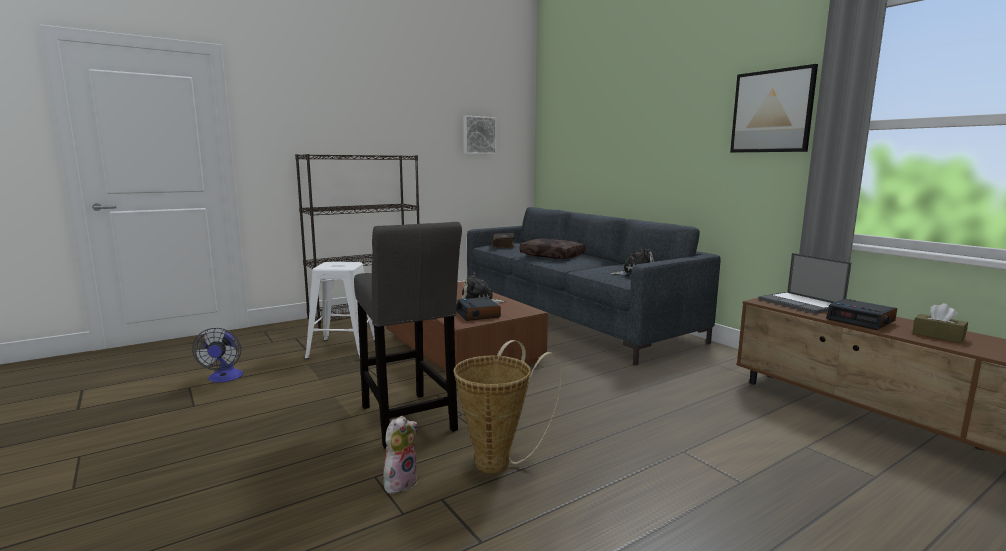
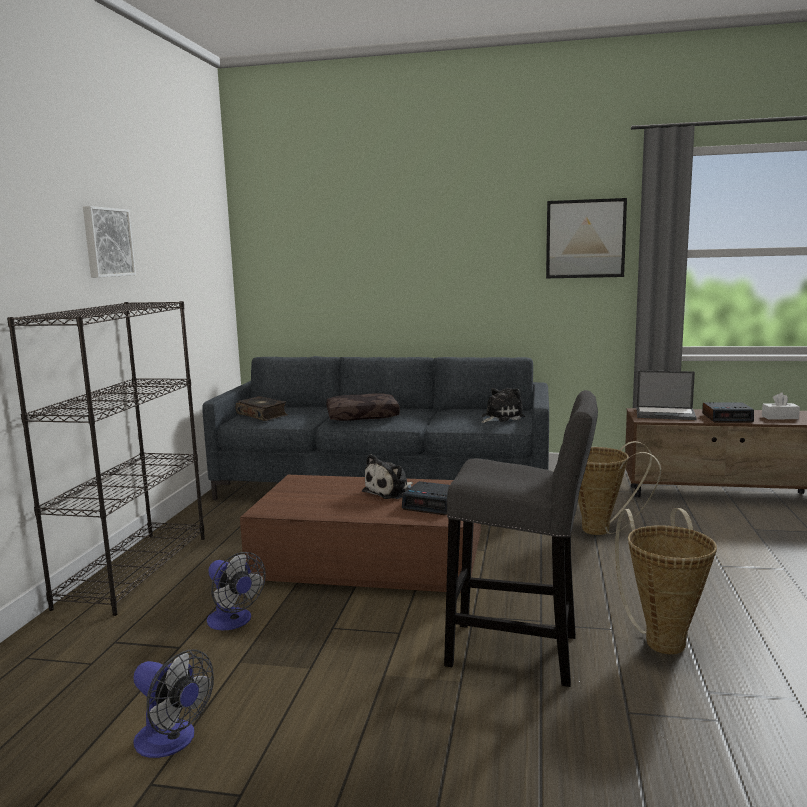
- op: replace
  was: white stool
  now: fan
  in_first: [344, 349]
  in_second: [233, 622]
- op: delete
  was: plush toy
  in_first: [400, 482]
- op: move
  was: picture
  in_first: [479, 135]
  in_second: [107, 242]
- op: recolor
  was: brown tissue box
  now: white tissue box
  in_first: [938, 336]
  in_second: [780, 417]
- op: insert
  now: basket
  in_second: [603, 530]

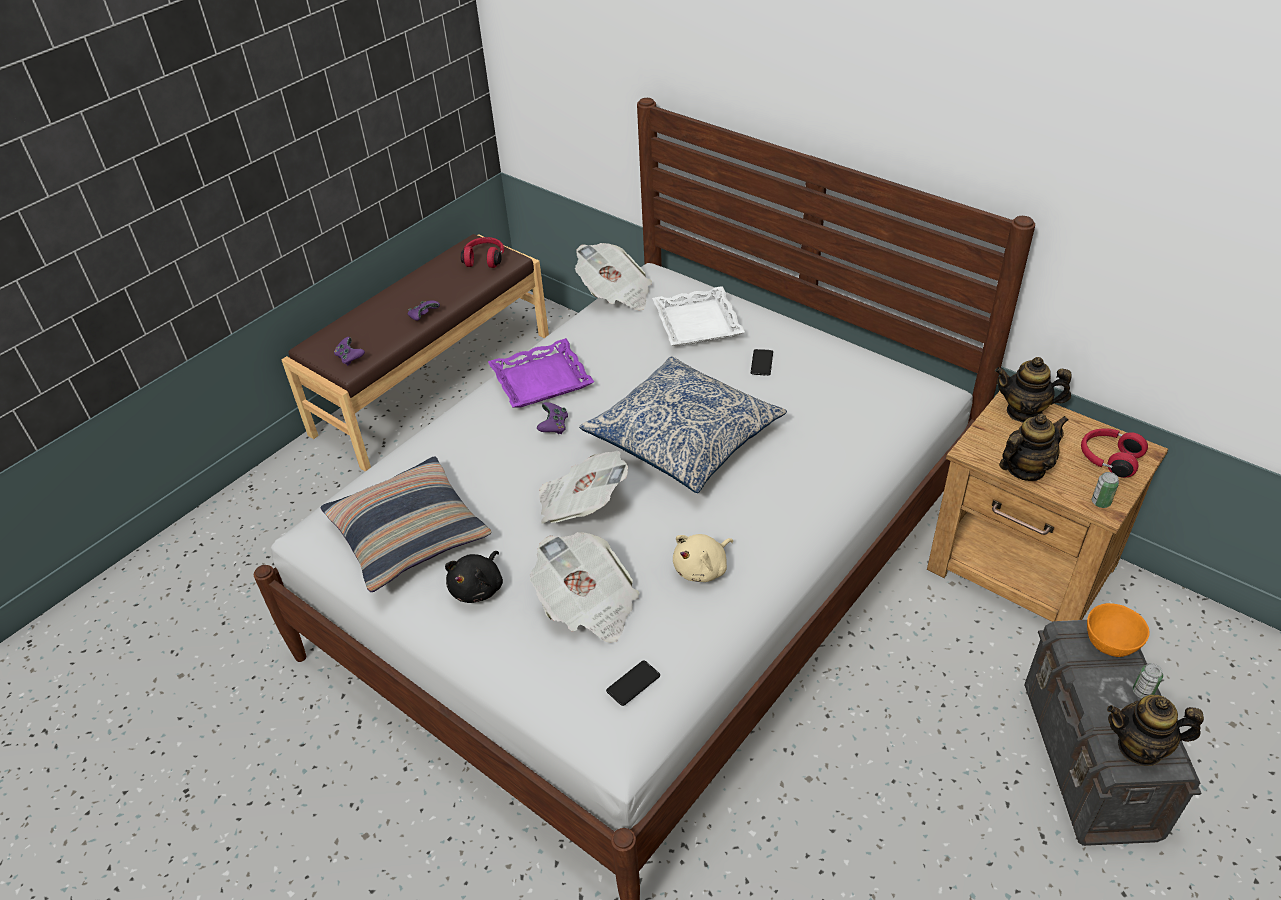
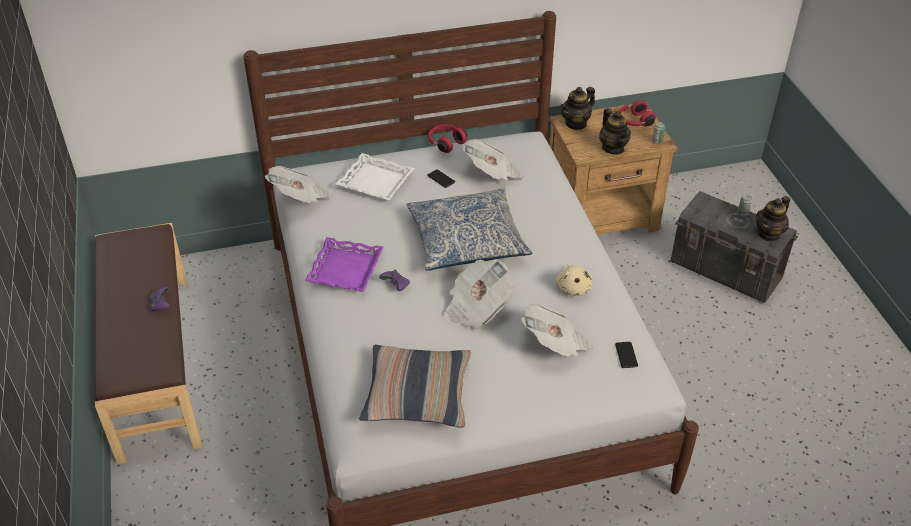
- op: delete
  was: purple game controller
  in_first: [350, 358]
- op: delete
  was: black plush toy
  in_first: [478, 587]
- op: move
  was: red headphones
  in_first: [485, 259]
  in_second: [445, 143]
- op: rotate
  was: teapot
  in_first: [1025, 469]
  in_second: [613, 148]
  clockwise: 150
- op: delete
  was: orange bowl
  in_first: [1111, 644]
- op: insert
  now: newspaper
  in_second: [493, 173]

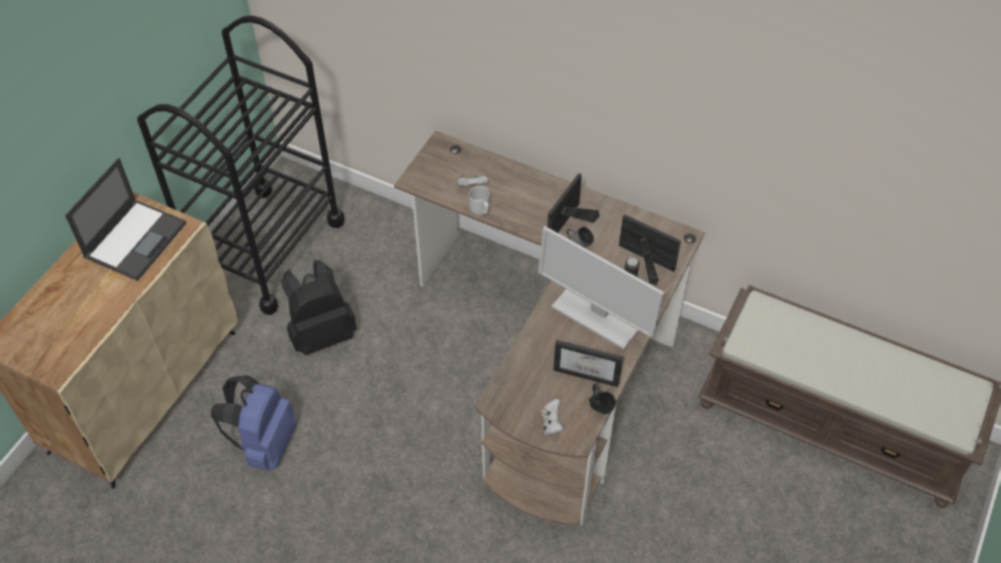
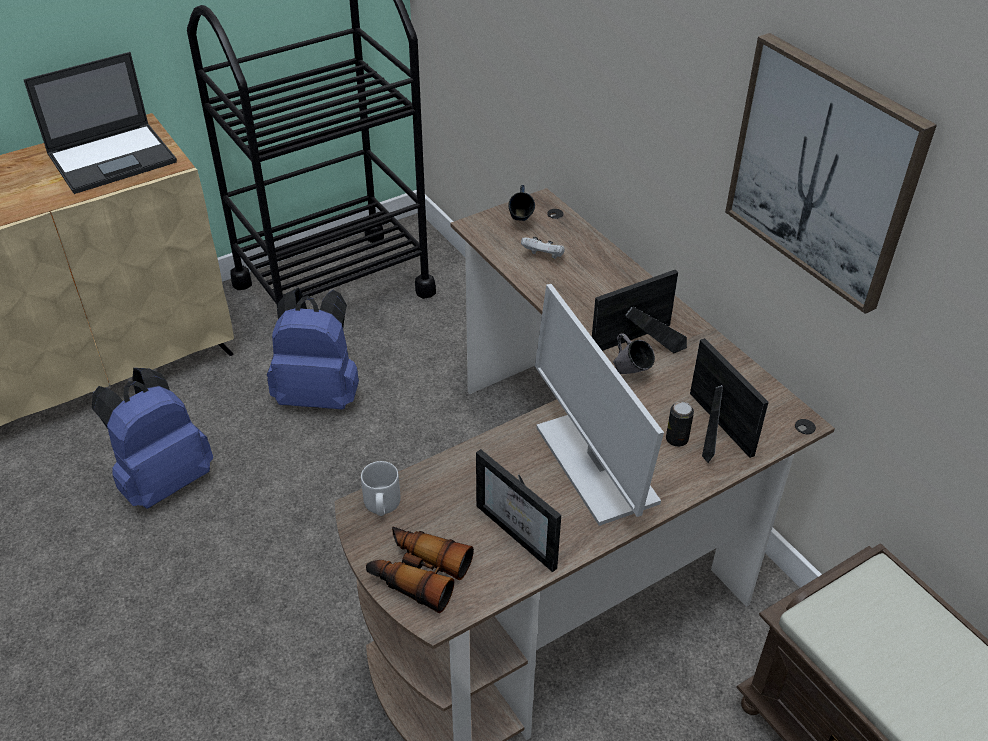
- op: recolor
  was: black backpack
  now: blue backpack
  in_first: [321, 333]
  in_second: [320, 394]
- op: move
  was: grey mug
  in_first: [481, 209]
  in_second: [382, 505]
- op: replace
  was: white game controller
  now: binoculars
  in_first: [551, 423]
  in_second: [418, 574]
- op: move
  was: blue mug
  in_first: [599, 409]
  in_second: [520, 223]
- op: insert
  now: picture
  in_second: [823, 171]

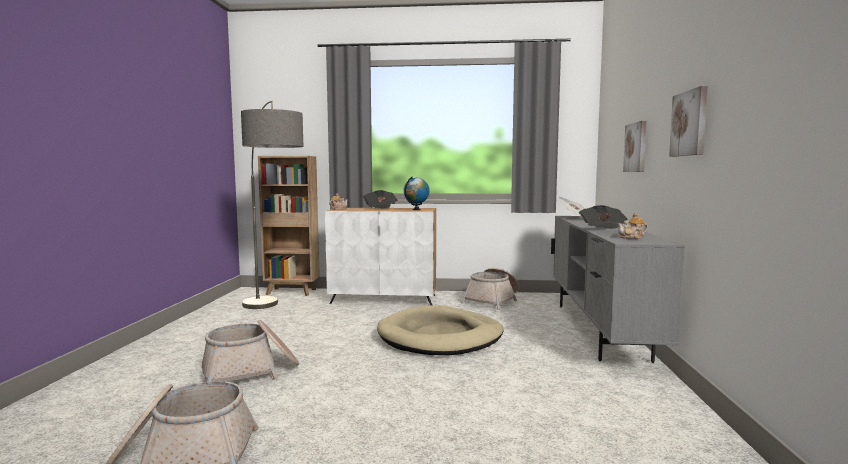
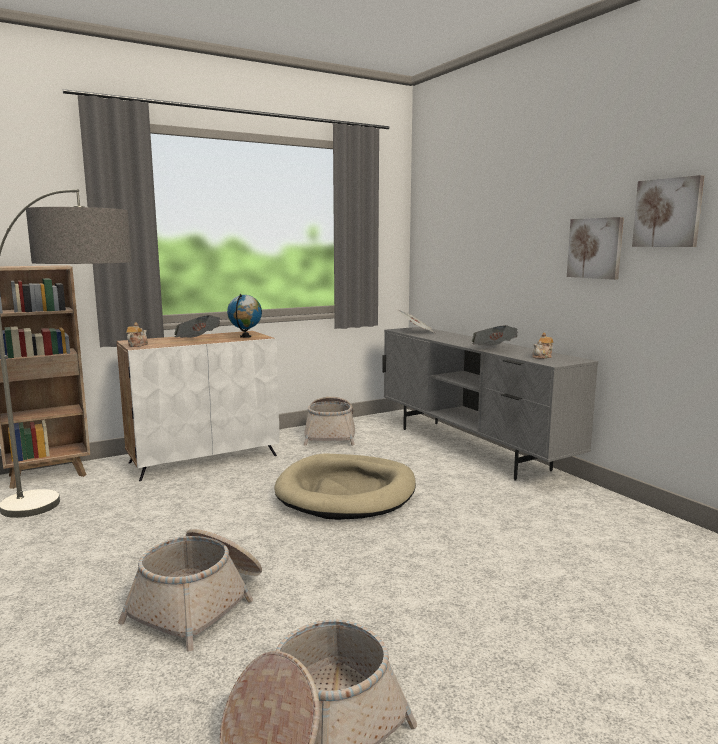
- op: move
  was: picture
  in_first: [636, 147]
  in_second: [668, 213]

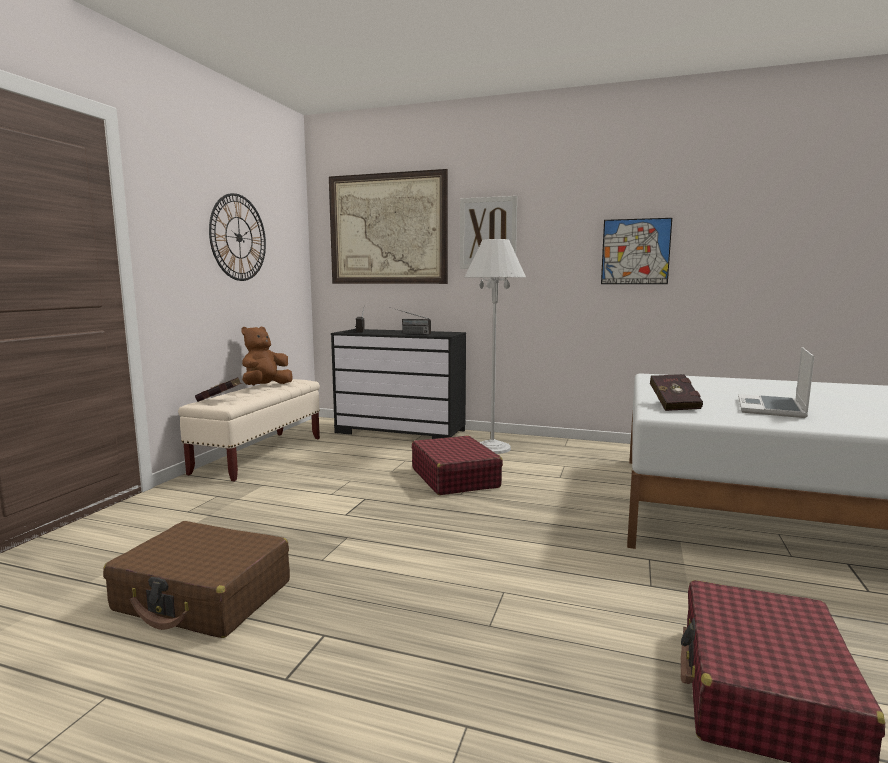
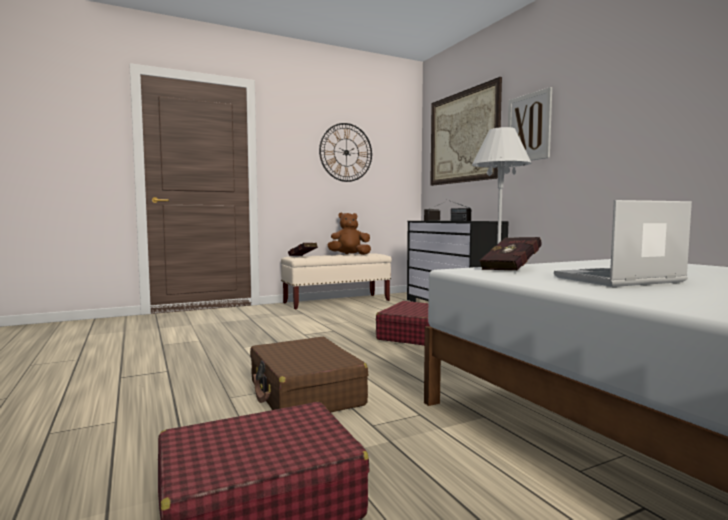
- op: move
  was: brown suitcase
  in_first: [204, 596]
  in_second: [305, 394]
- op: delete
  was: picture
  in_first: [635, 251]

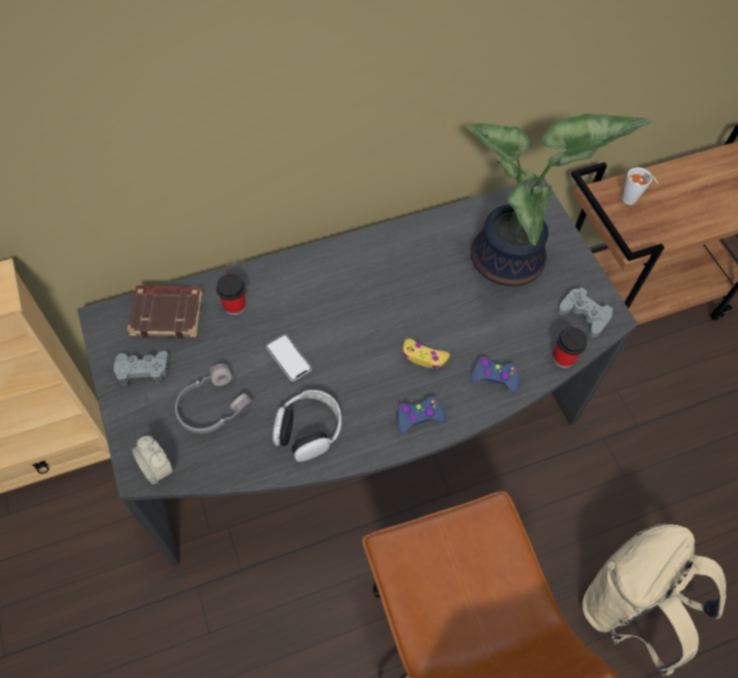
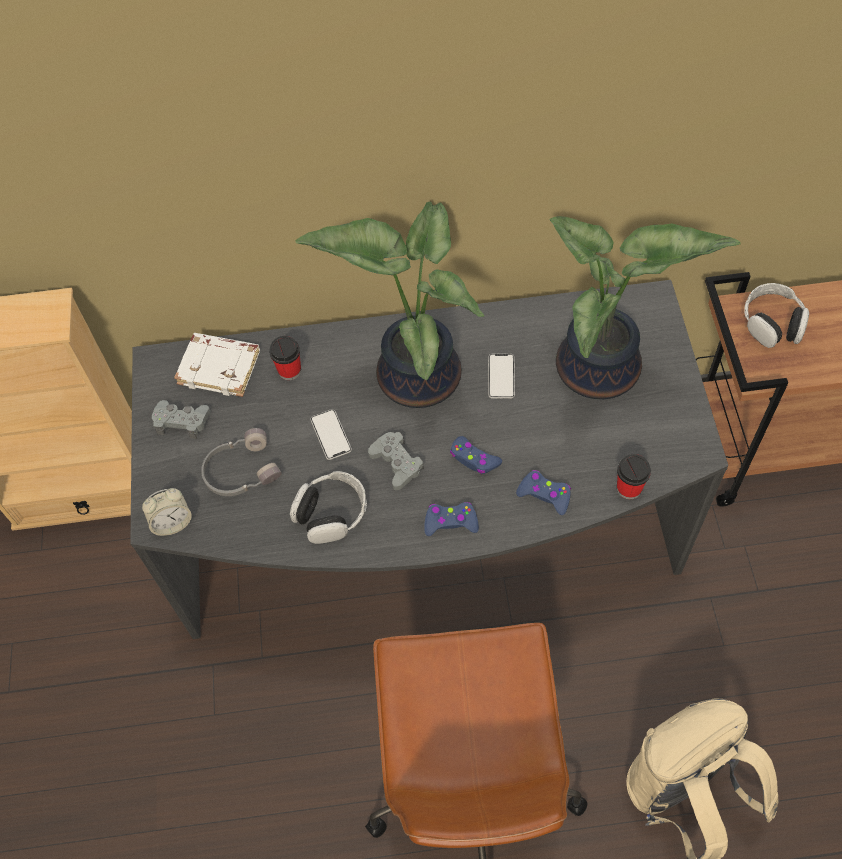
- op: recolor
  was: brown book
  now: white book
  in_first: [168, 313]
  in_second: [220, 367]
- op: rotate
  was: alarm clock
  in_first: [157, 468]
  in_second: [172, 522]
  clockwise: -90
- op: recolor
  was: yellow game controller
  now: blue game controller
  in_first: [424, 357]
  in_second: [474, 459]
- op: move
  was: grey game controller
  in_first: [584, 315]
  in_second: [396, 463]
- op: replace
  was: white cup
  now: headphones
  in_first: [631, 201]
  in_second: [772, 323]
- op: insert
  now: potted plant
  in_second: [415, 374]
- op: insert
  now: phone
  in_second: [501, 376]

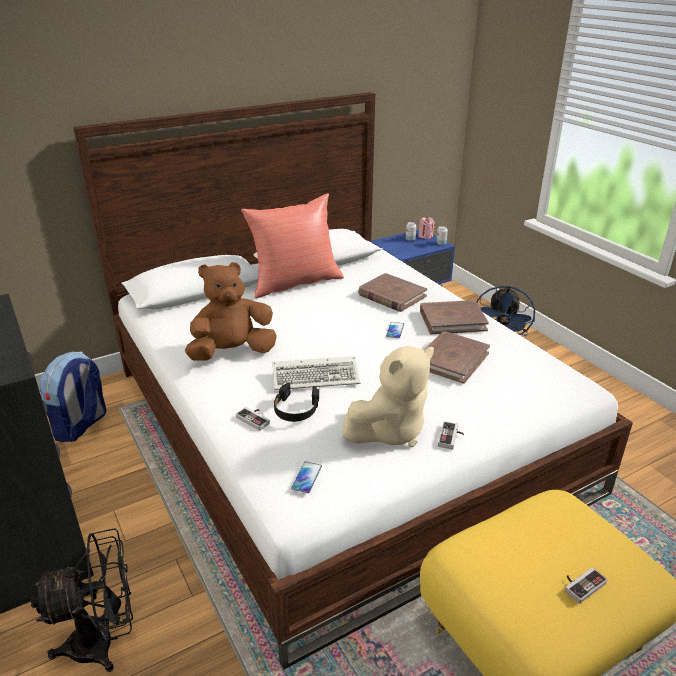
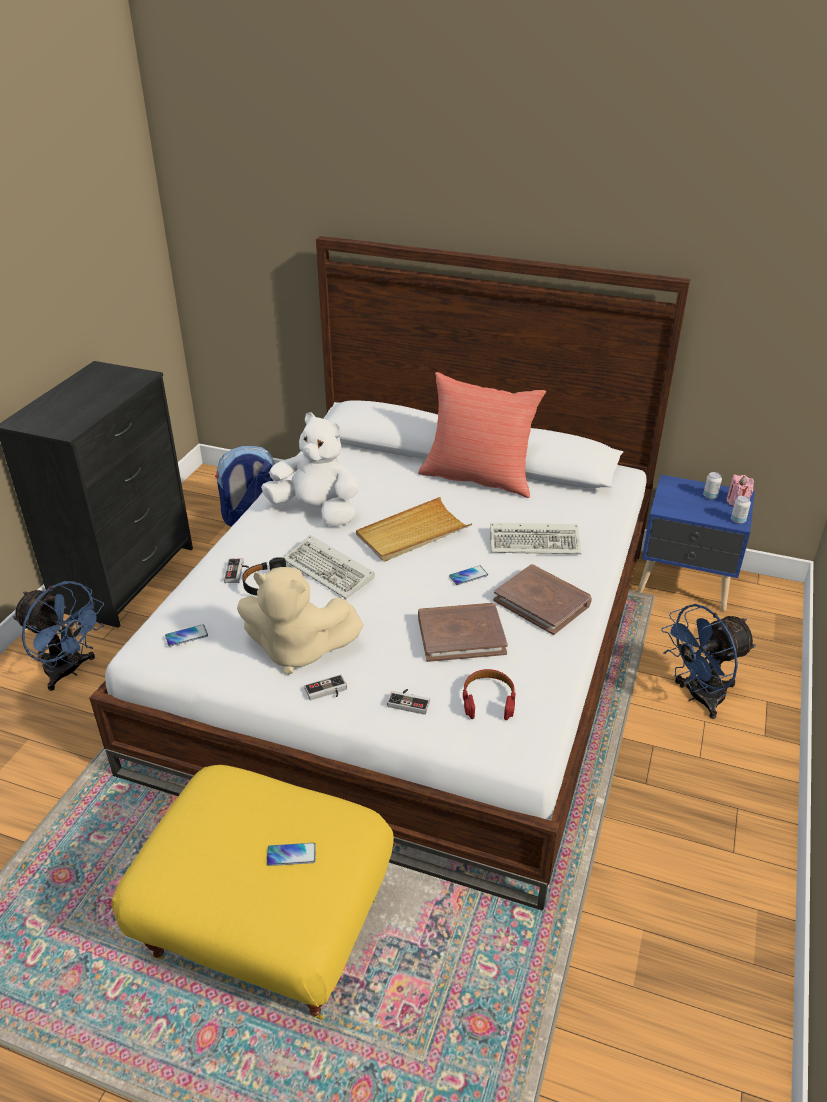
- op: recolor
  was: black fan
  now: blue fan
  in_first: [104, 642]
  in_second: [69, 671]
- op: recolor
  was: brown plush toy
  now: white plush toy
  in_first: [232, 352]
  in_second: [316, 511]
- op: replace
  was: brown book
  now: keyboard
  in_first: [391, 295]
  in_second: [536, 542]
- op: move
  was: game controller
  in_first: [581, 584]
  in_second: [409, 701]
- op: insert
  now: phone
  in_second: [291, 855]
- op: insert
  now: beige tray
  in_second: [412, 533]
- op: insert
  now: red headphones
  in_second: [488, 699]

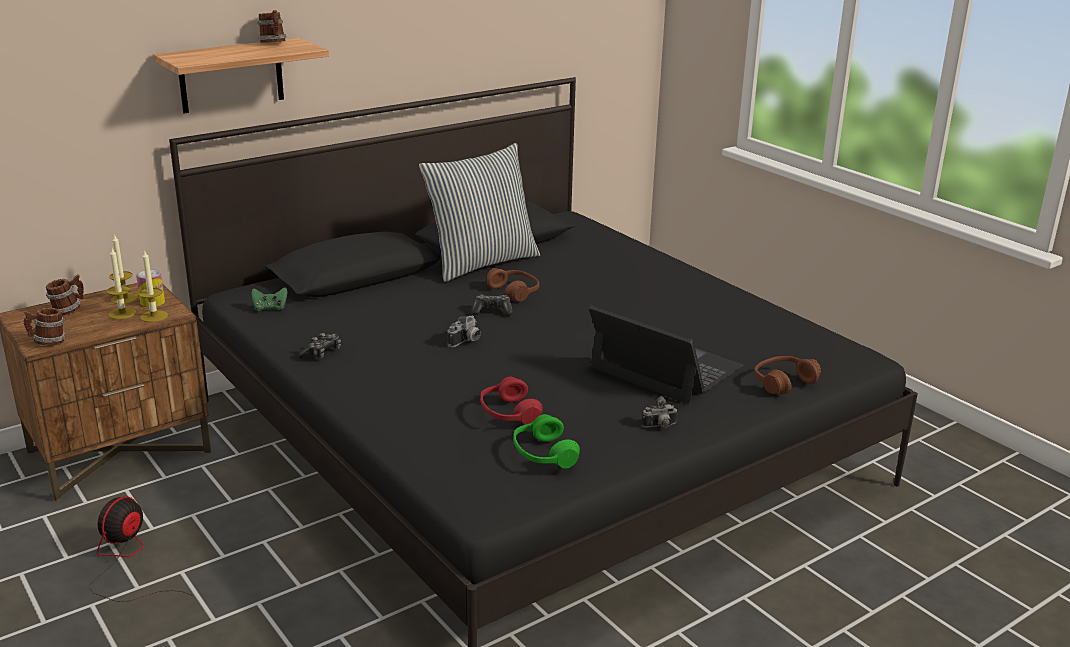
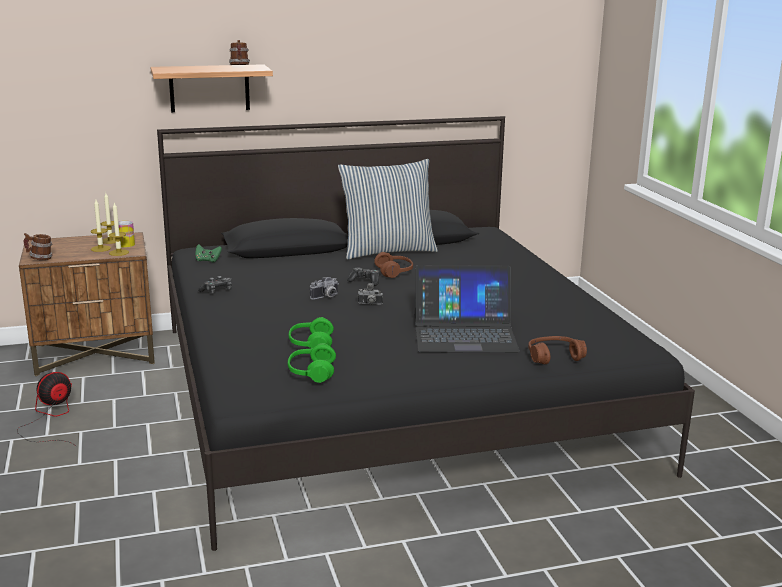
- op: delete
  was: mug
  in_first: [68, 311]
- op: recolor
  was: red headphones
  now: green headphones
  in_first: [509, 413]
  in_second: [311, 344]
- op: rotate
  was: laptop
  in_first: [665, 367]
  in_second: [464, 334]
  clockwise: 120
- op: move
  was: photo camera
  in_first: [660, 426]
  in_second: [370, 304]

